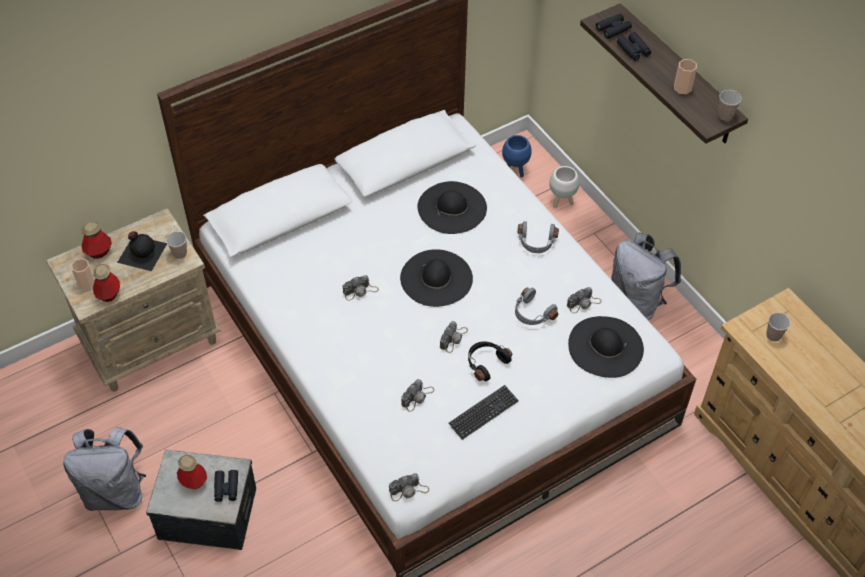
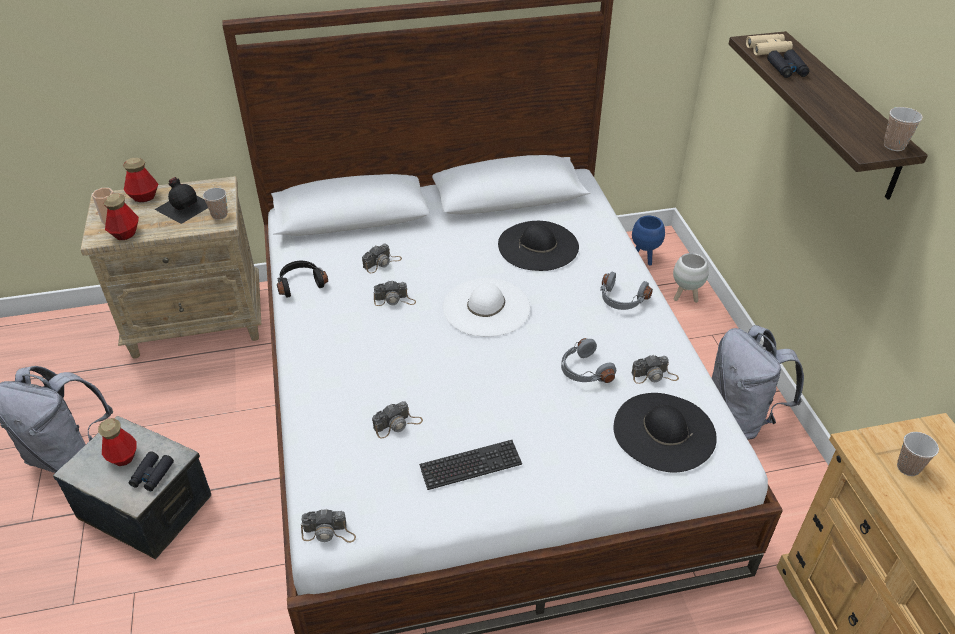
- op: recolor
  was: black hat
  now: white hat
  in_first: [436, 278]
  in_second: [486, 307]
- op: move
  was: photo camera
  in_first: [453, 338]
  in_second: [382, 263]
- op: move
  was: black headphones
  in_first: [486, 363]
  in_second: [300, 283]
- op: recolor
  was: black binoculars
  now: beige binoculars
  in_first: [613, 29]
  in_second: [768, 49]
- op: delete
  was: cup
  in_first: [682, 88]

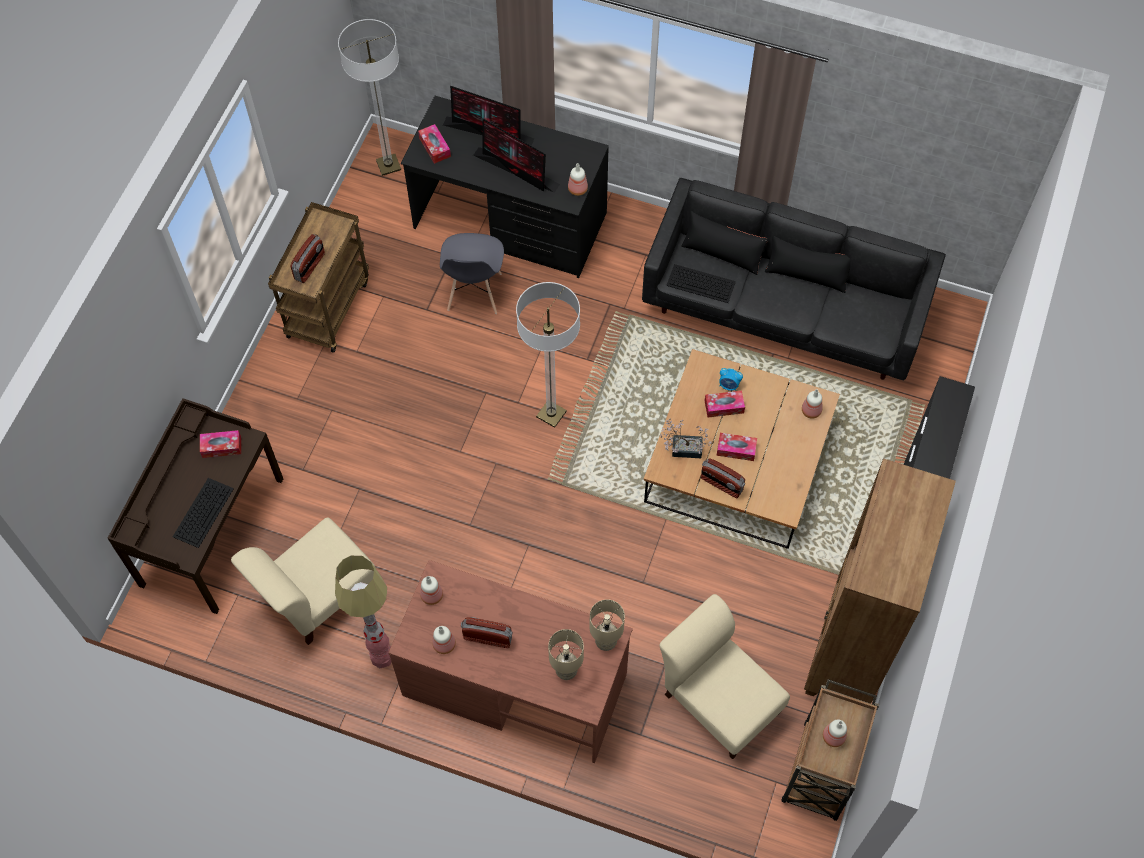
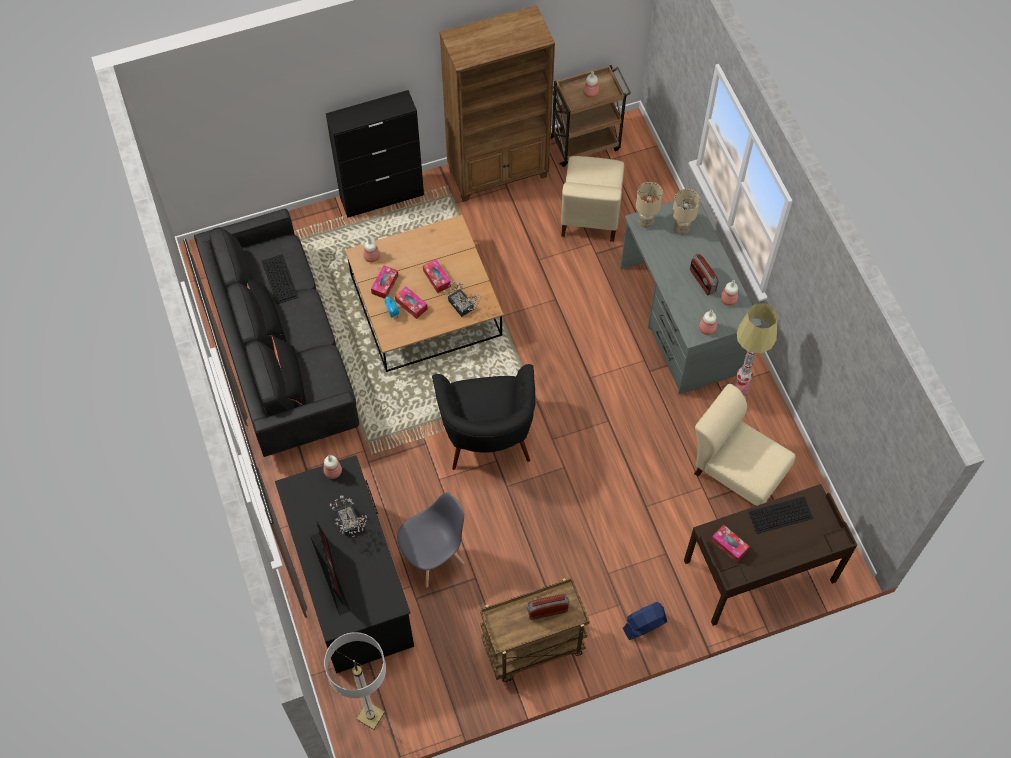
- op: rotate
  was: beige chair
  in_first: [316, 595]
  in_second: [736, 470]
  clockwise: -150
- op: recolor
  was: brown desk
  now: grey desk
  in_first: [514, 683]
  in_second: [681, 319]
- op: move
  was: tissue box
  in_first: [435, 147]
  in_second: [385, 284]
- op: replace
  was: monitor
  now: potted plant
  in_first: [517, 170]
  in_second: [349, 524]
- op: replace
  was: floor lamp
  now: black armchair
  in_first: [551, 414]
  in_second: [487, 433]
- op: move
  was: keyboard
  in_first: [701, 283]
  in_second: [279, 278]
- op: delete
  was: radio
  in_first: [721, 484]
- op: insert
  now: blue fan
  in_second: [644, 625]

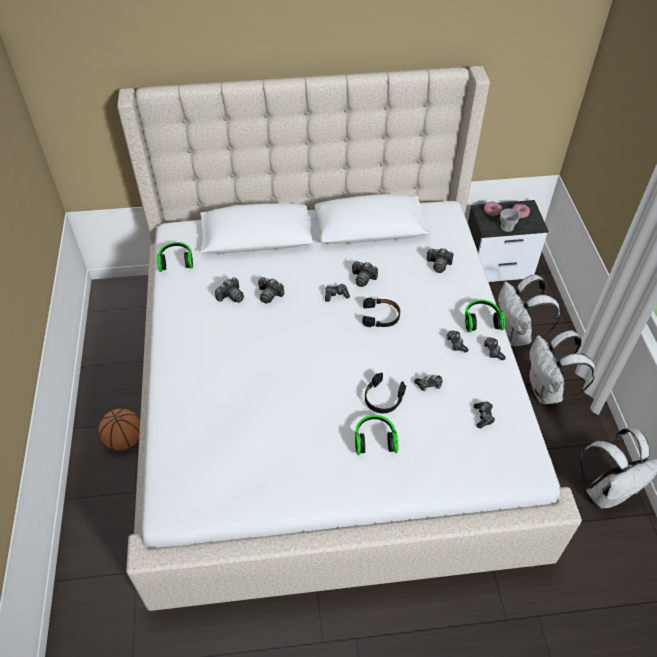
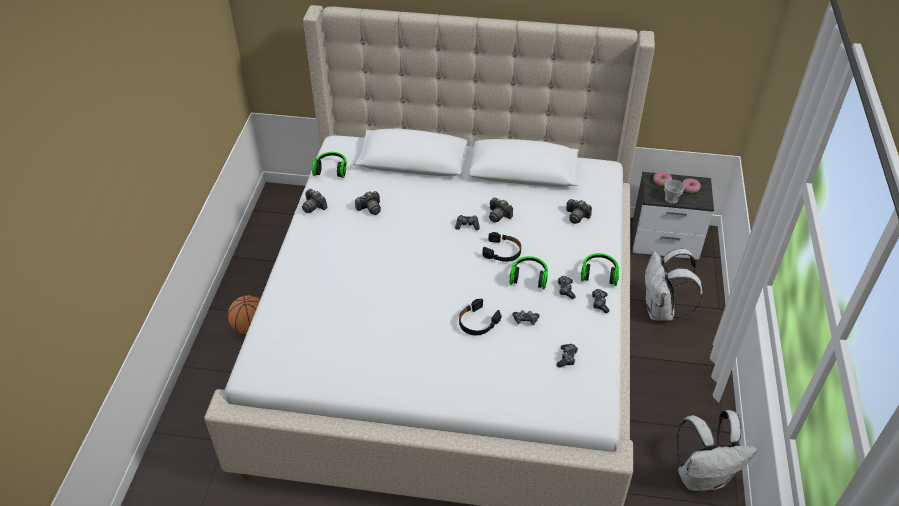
- op: move
  was: photo camera
  in_first: [269, 295]
  in_second: [314, 206]
- op: move
  was: headphones
  in_first: [374, 439]
  in_second: [529, 277]
- op: delete
  was: white backpack
  in_first: [547, 391]

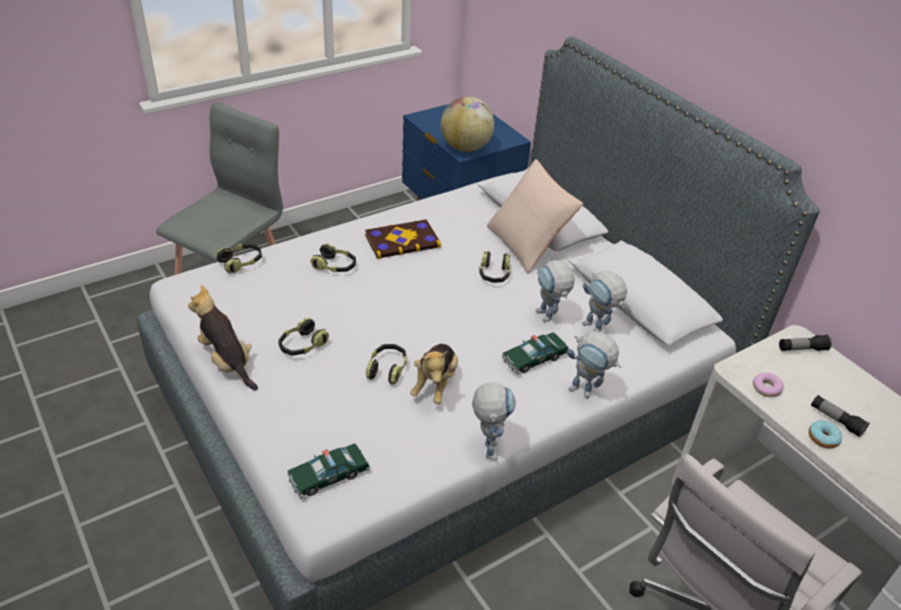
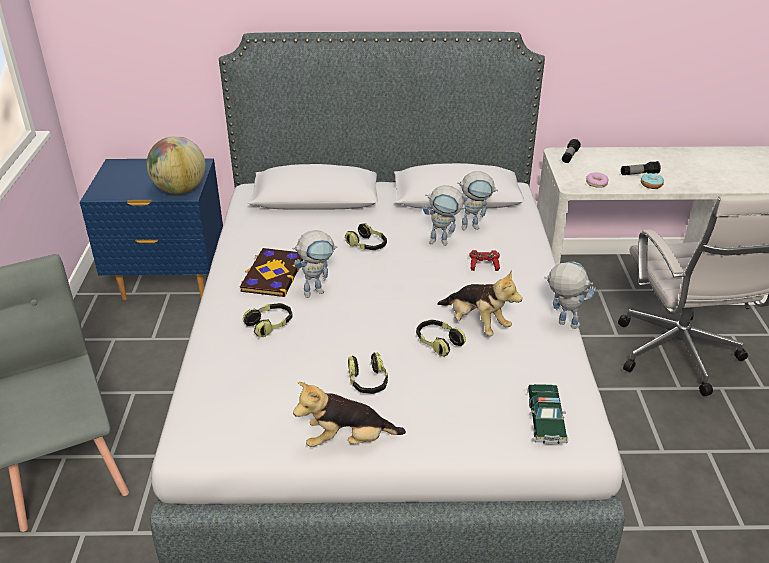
- op: delete
  was: headphones
  in_first: [241, 263]
- op: delete
  was: beige pillow
  in_first: [528, 244]
- op: replace
  was: toy car
  now: red game controller
  in_first: [534, 358]
  in_second: [484, 265]
- op: move
  was: toy robot
  in_first: [587, 392]
  in_second: [318, 290]

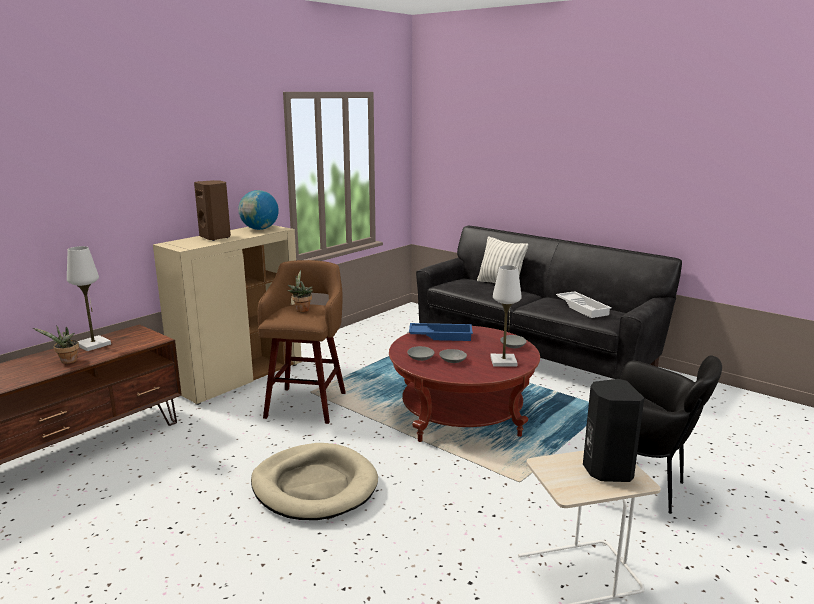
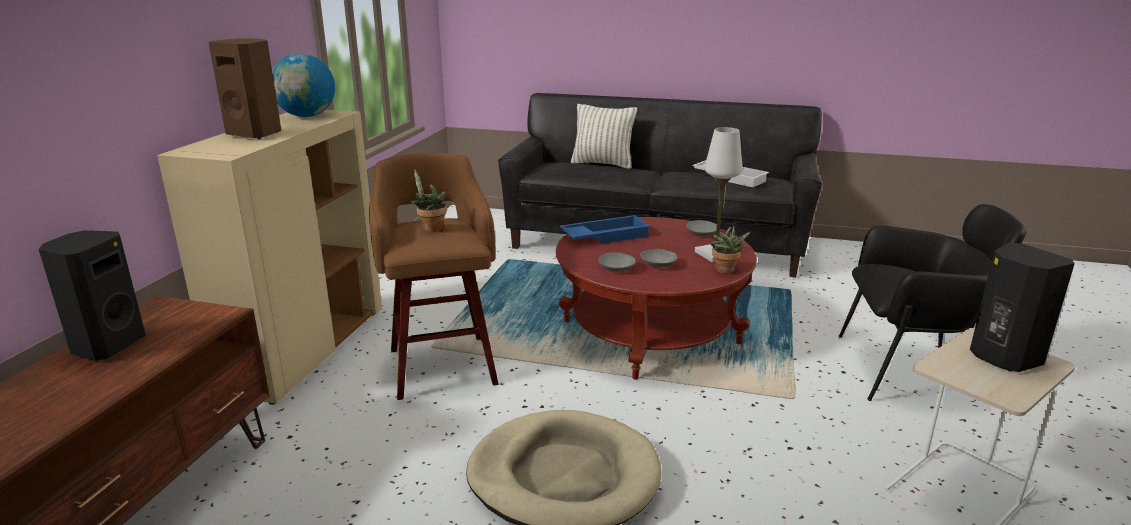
- op: move
  was: potted plant
  in_first: [67, 362]
  in_second: [725, 271]
- op: replace
  was: white table lamp
  now: black speaker
  in_first: [93, 344]
  in_second: [107, 345]

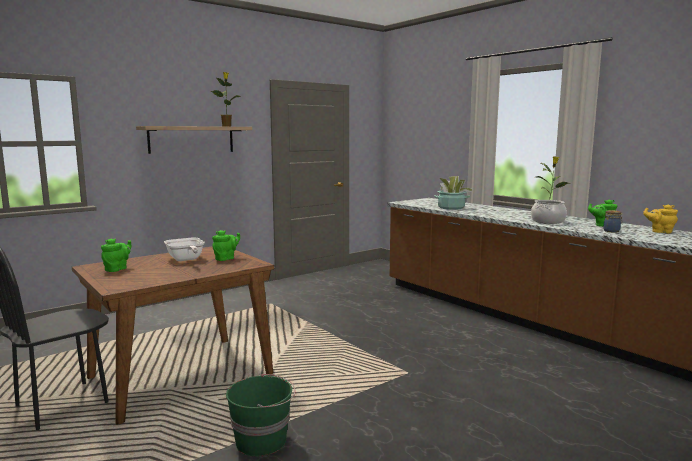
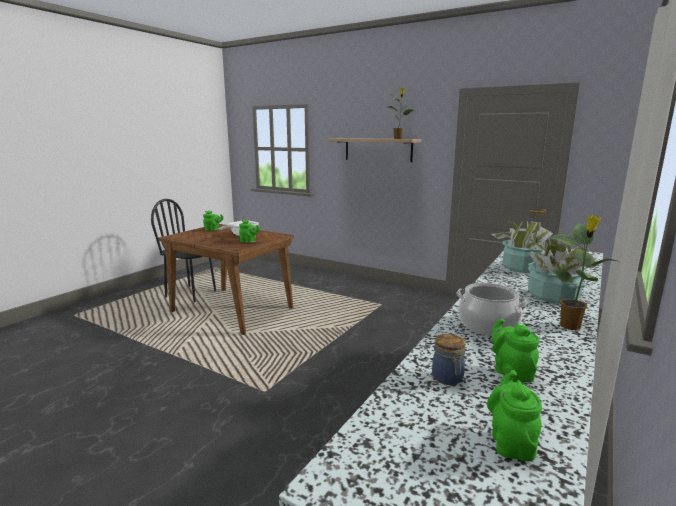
- op: delete
  was: green bucket
  in_first: [262, 440]
- op: recolor
  was: yellow teapot
  now: green teapot
  in_first: [660, 231]
  in_second: [511, 442]
- op: insert
  now: potted plant
  in_second: [552, 296]

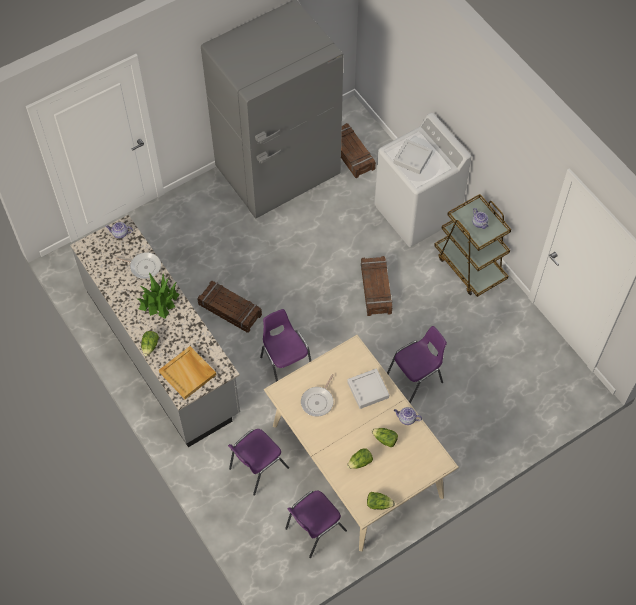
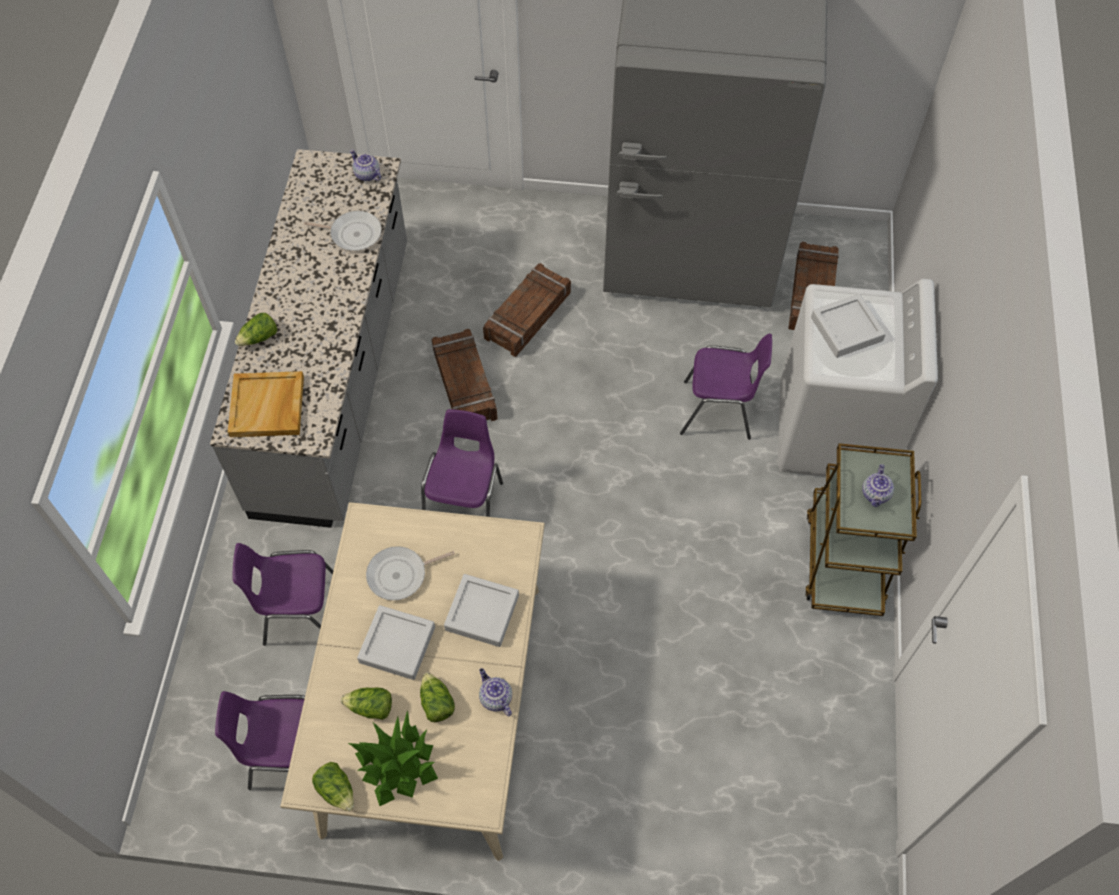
- op: rotate
  was: frying pan
  in_first: [143, 266]
  in_second: [353, 233]
  clockwise: -45
- op: move
  was: potted plant
  in_first: [159, 300]
  in_second: [397, 764]
- op: move
  was: crate
  in_first: [376, 289]
  in_second: [528, 316]
- op: move
  was: purple chair
  in_first: [416, 379]
  in_second: [719, 411]
- op: insert
  now: grey tray
  in_second: [397, 645]

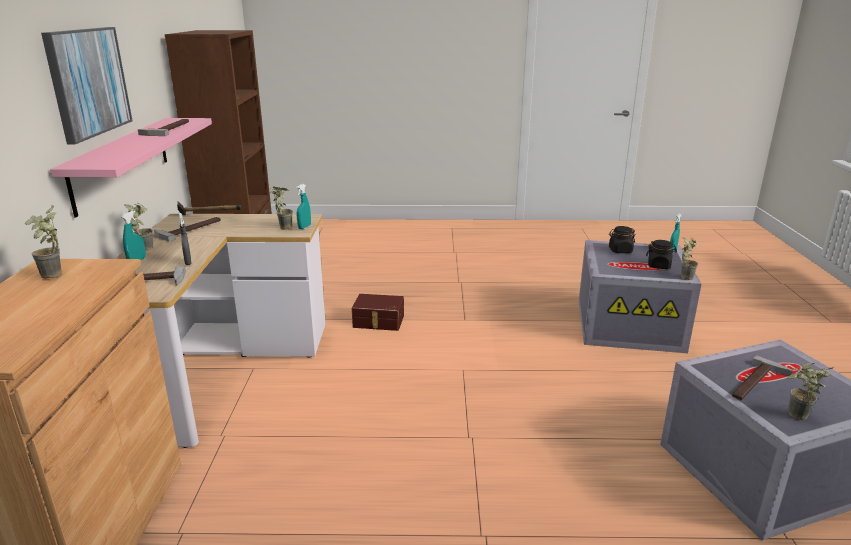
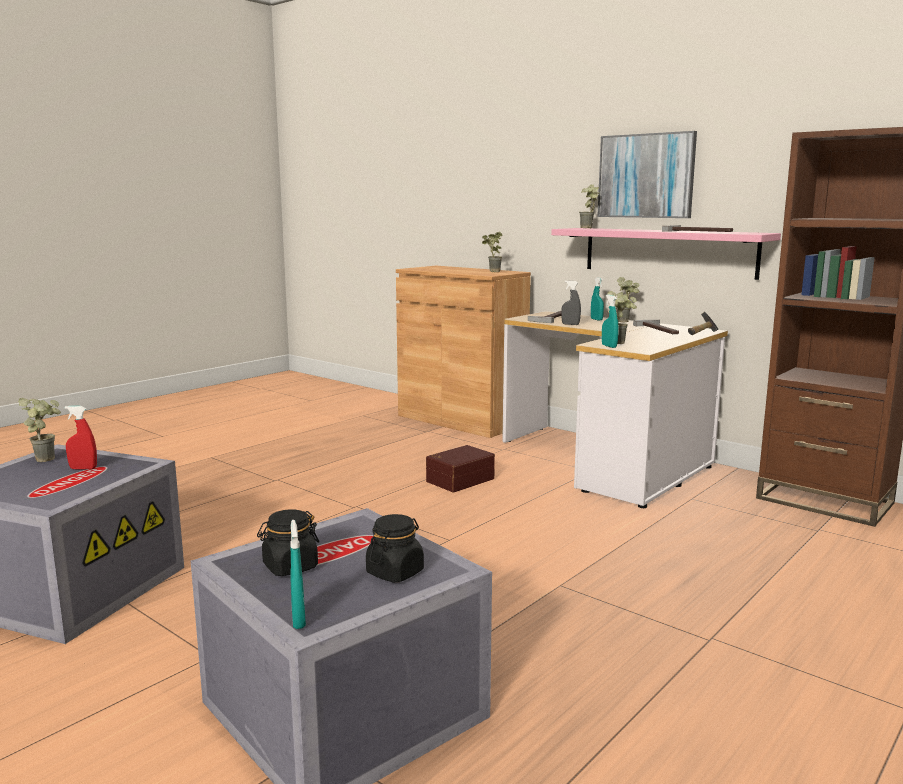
- op: move
  was: brown storage box
  in_first: [378, 321]
  in_second: [459, 480]
- op: move
  was: potted plant
  in_first: [685, 276]
  in_second: [589, 228]
- op: replace
  was: hammer
  now: red spray bottle
  in_first: [757, 384]
  in_second: [83, 468]

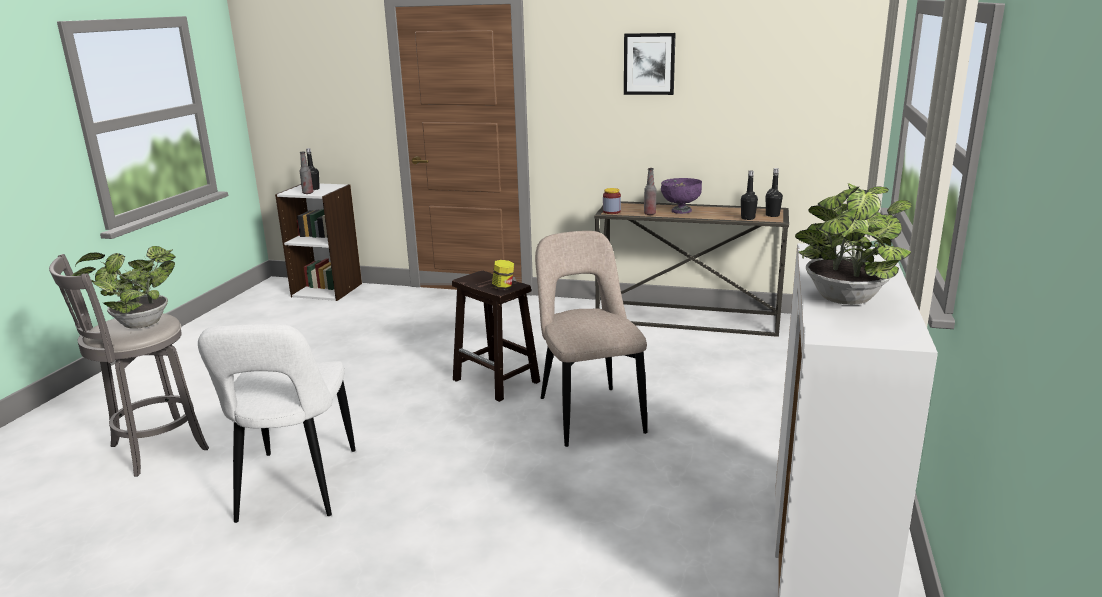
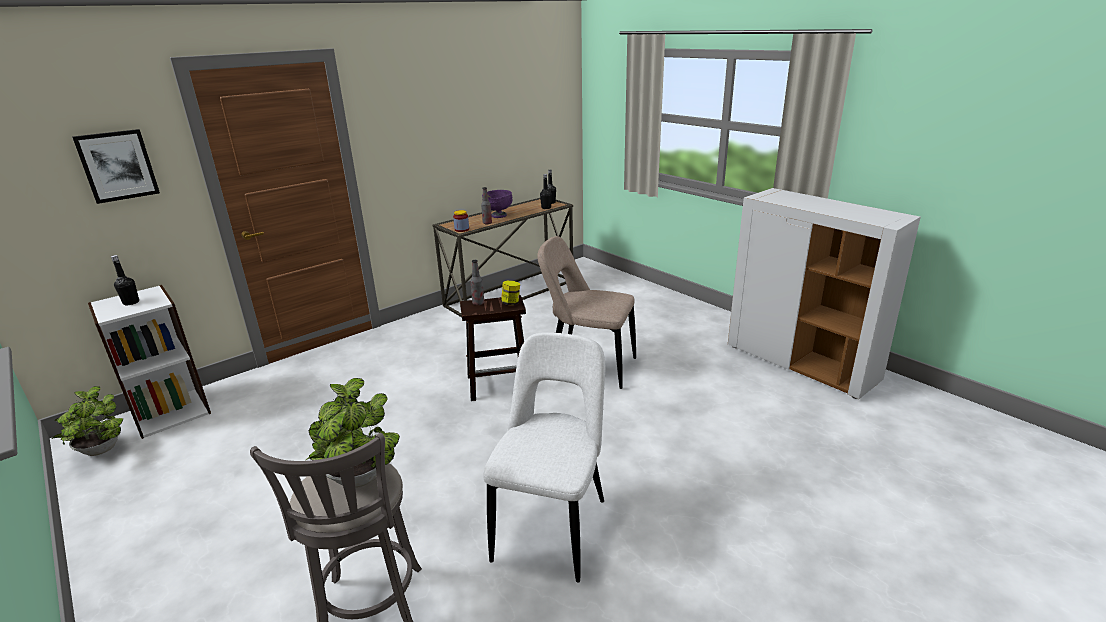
- op: rotate
  was: white chair
  in_first: [295, 488]
  in_second: [553, 525]
  clockwise: -105
- op: move
  was: bottle
  in_first: [308, 193]
  in_second: [478, 303]
- op: move
  was: picture
  in_first: [649, 64]
  in_second: [117, 165]
- op: move
  was: potted plant
  in_first: [844, 301]
  in_second: [100, 451]

